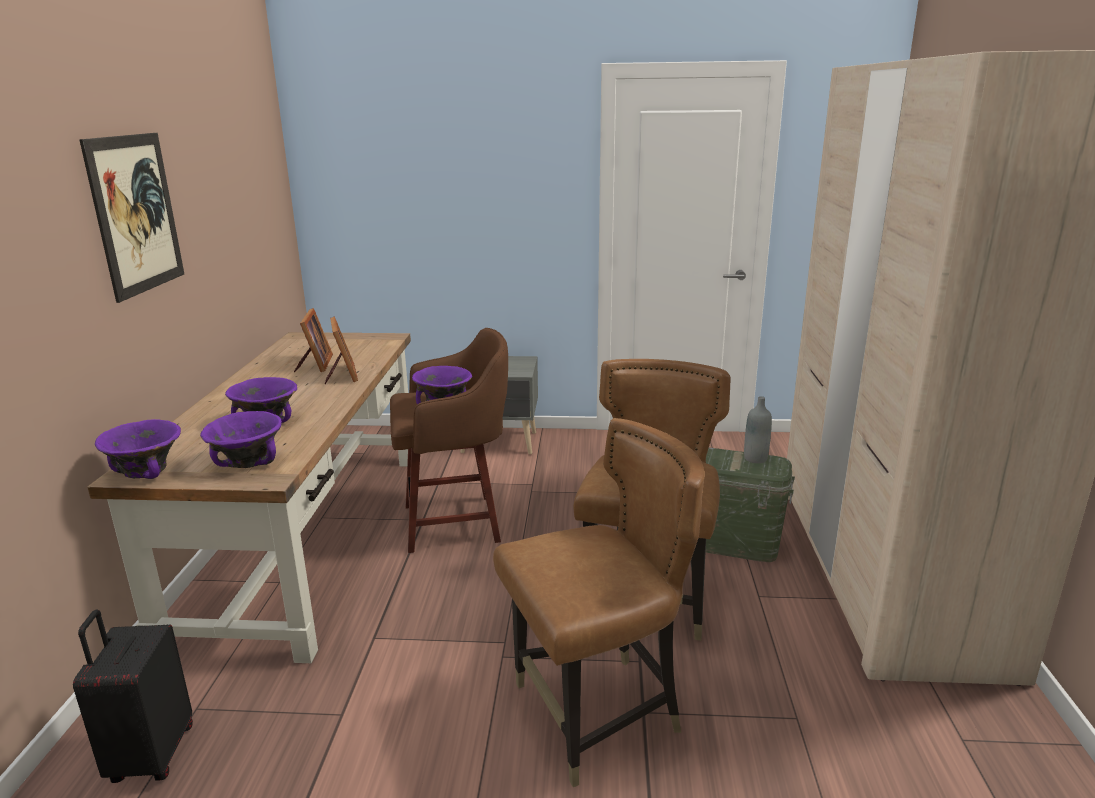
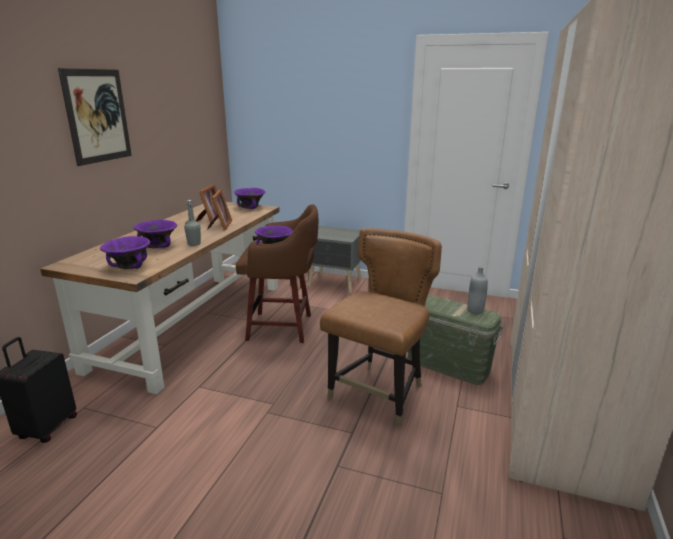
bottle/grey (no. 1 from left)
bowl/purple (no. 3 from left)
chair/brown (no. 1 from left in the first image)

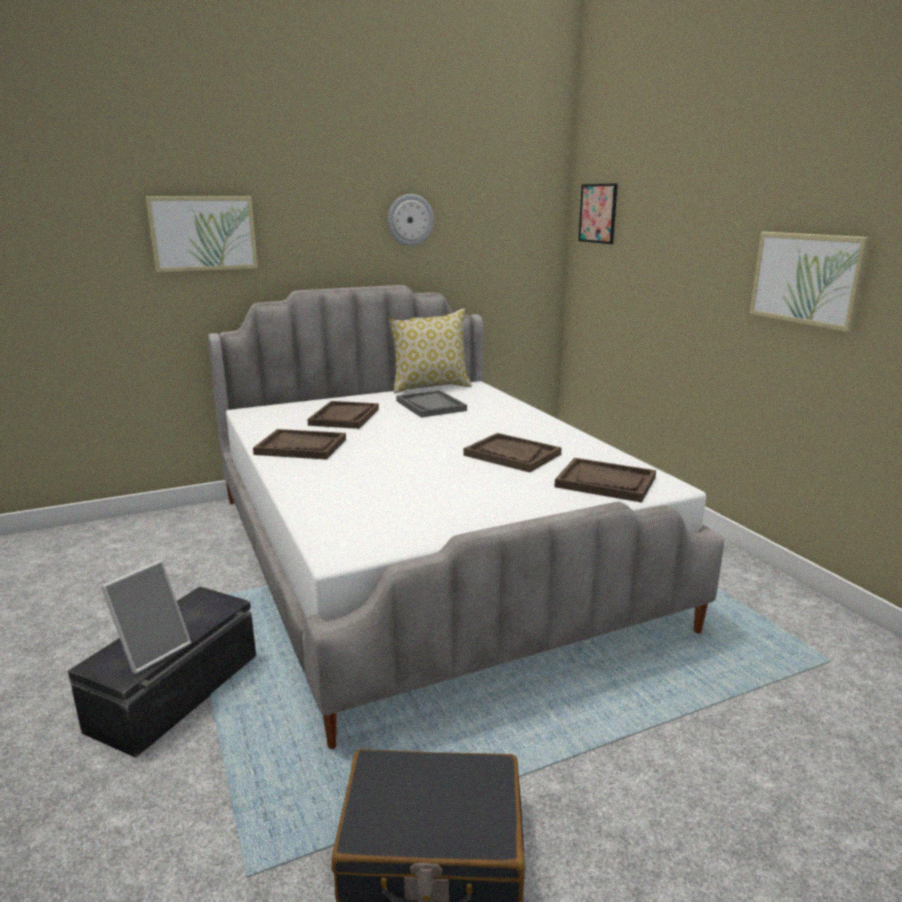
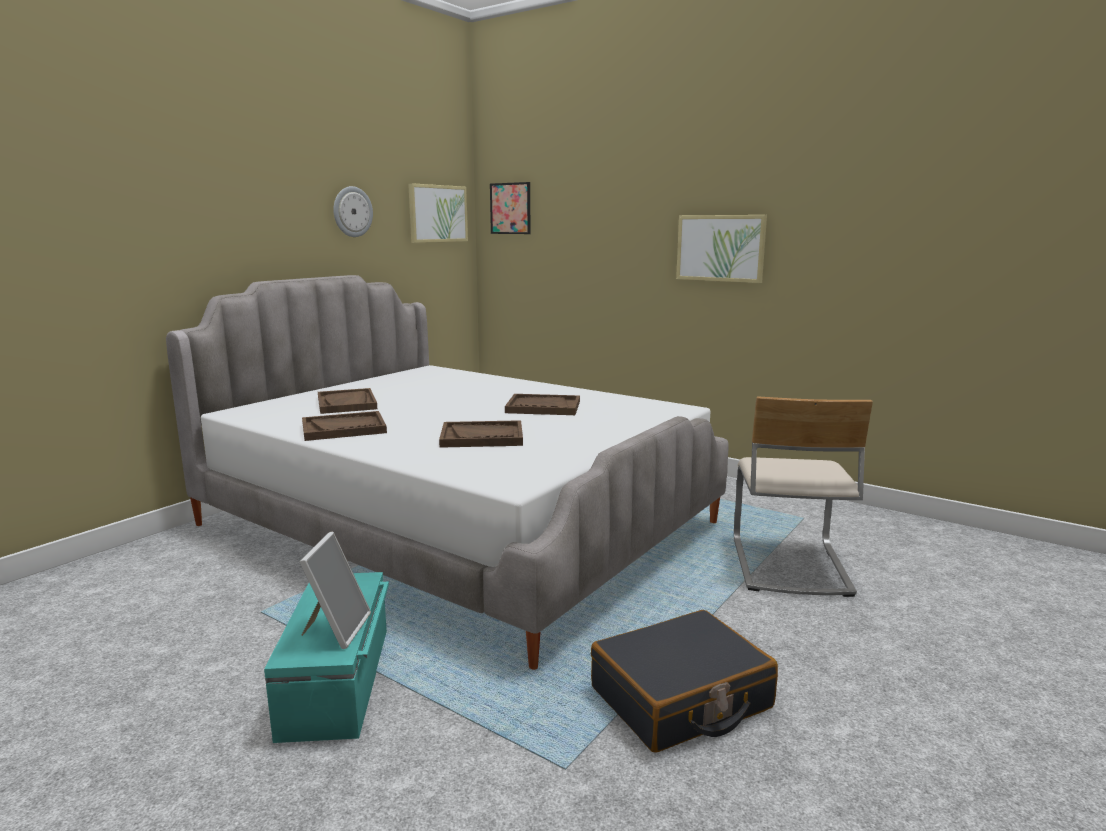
storage box/turquoise
picture (no. 1 from left)
tray/brown (no. 3 from left)
chair/beige
pillow
tray/grey

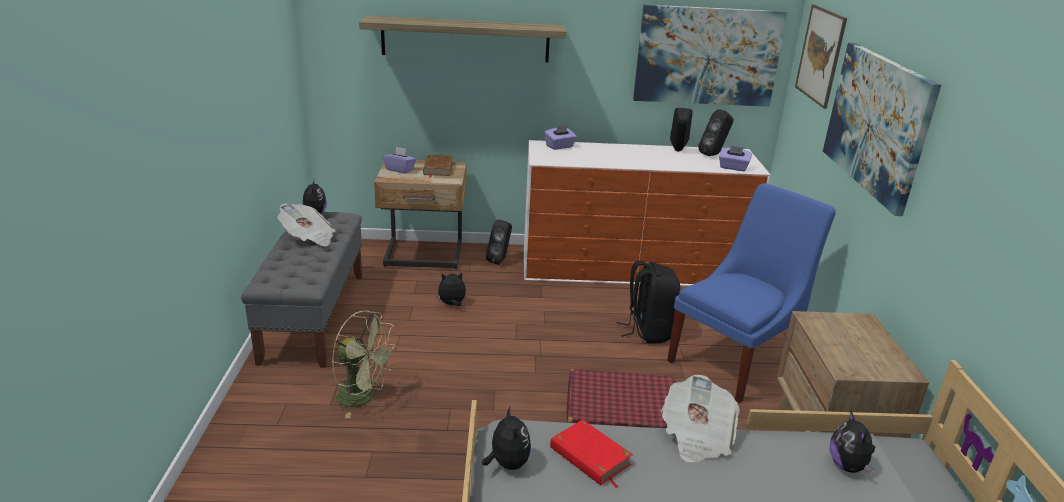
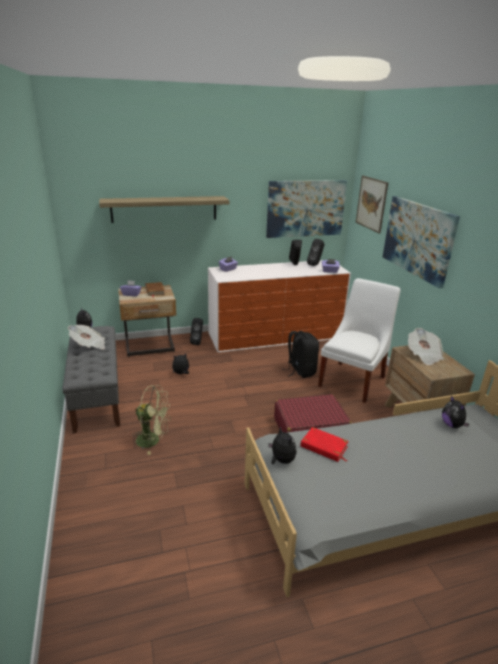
chair/white
newspaper (no. 2 from left)

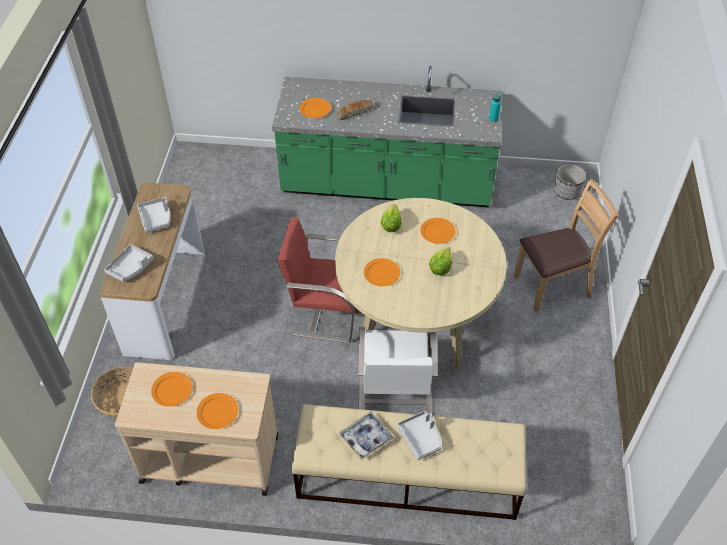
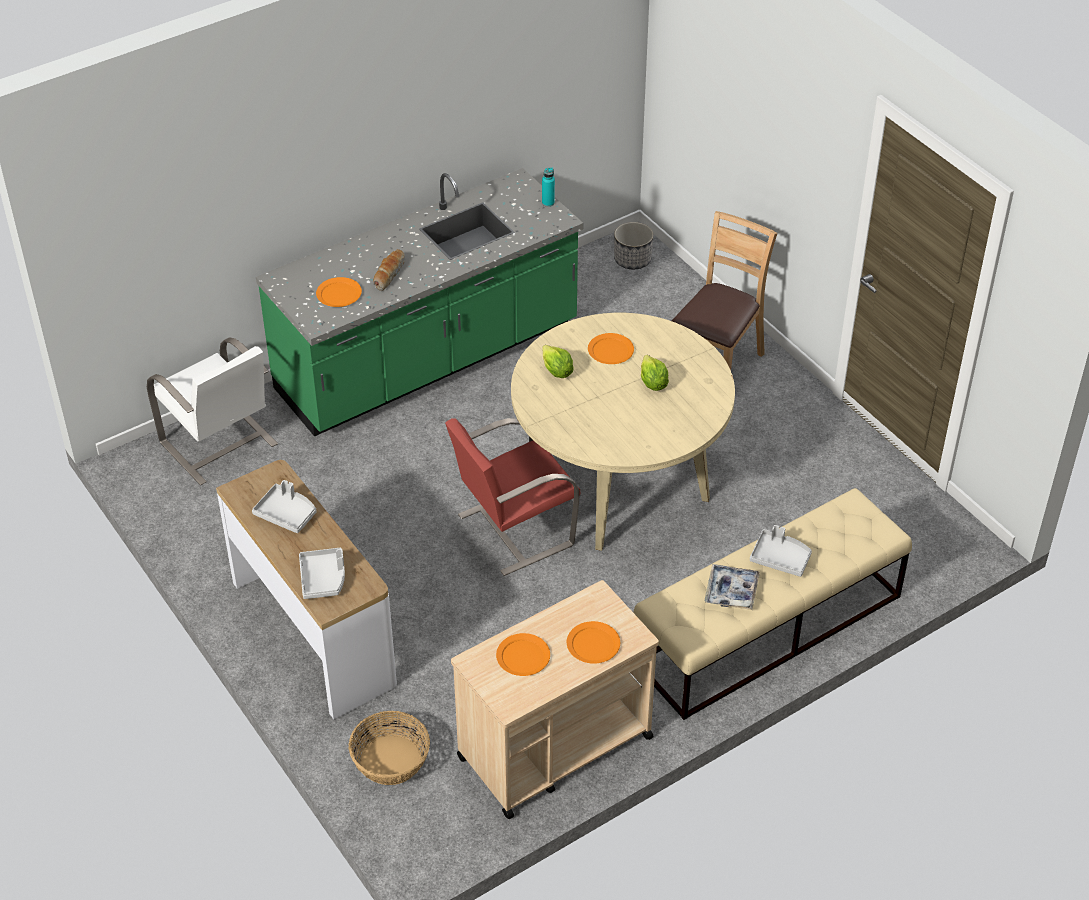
chair/white
plate/orange (no. 4 from left in the first image)

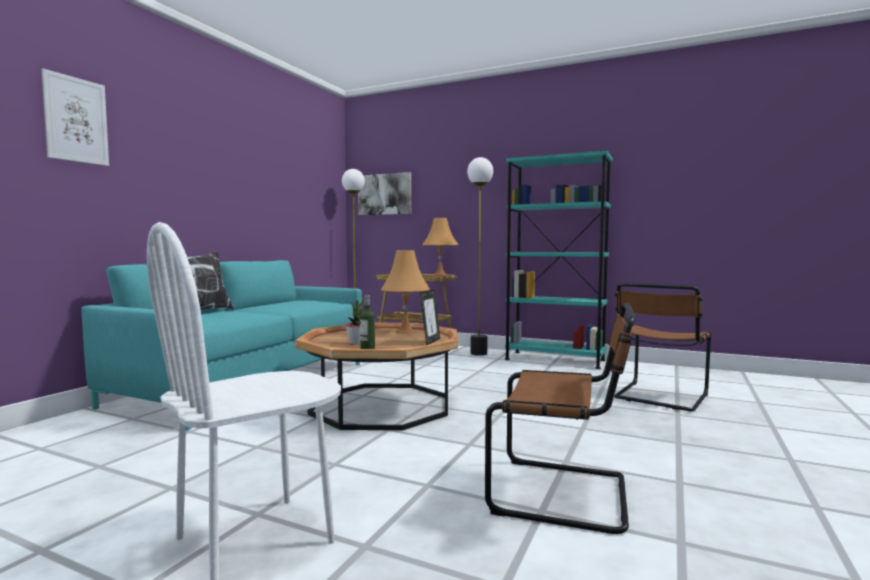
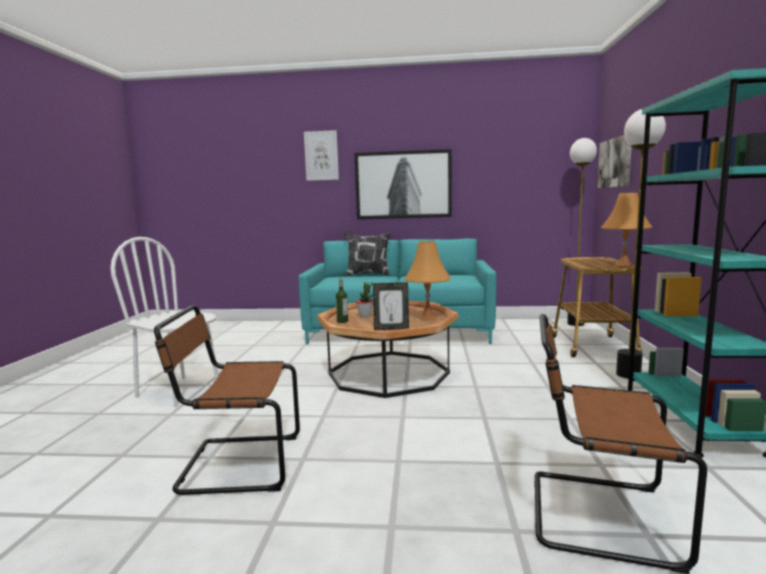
chair/brown (no. 1 from left)
picture (no. 2 from left)

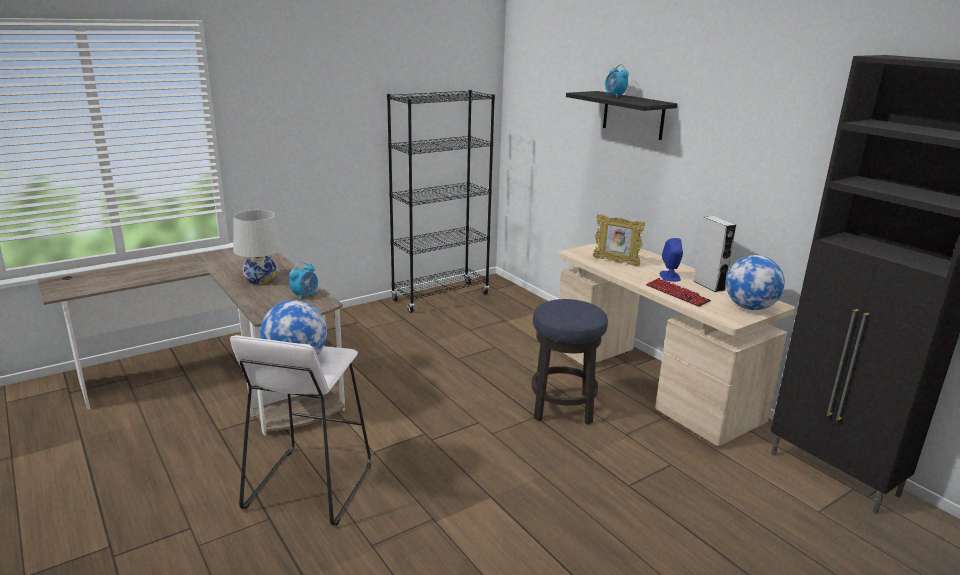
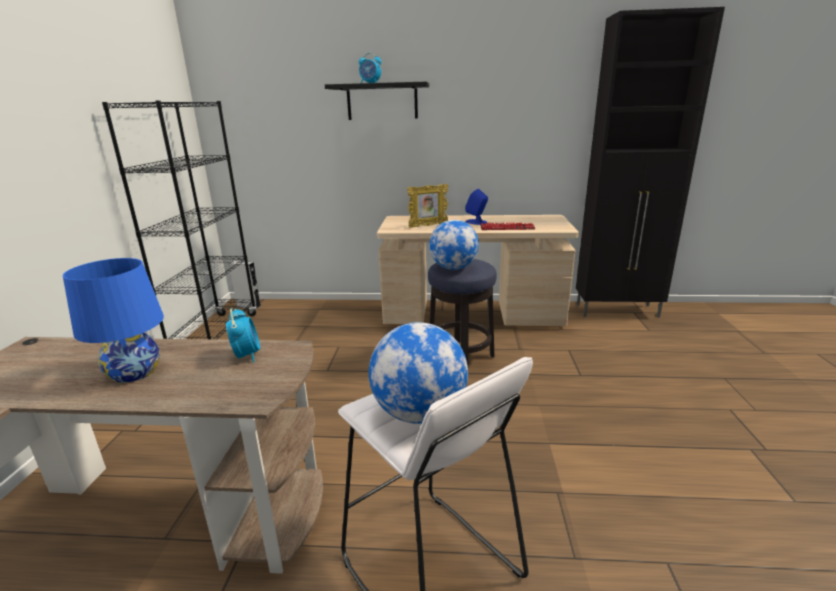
table lamp/blue
speaker/grey
globe (no. 2 from left)

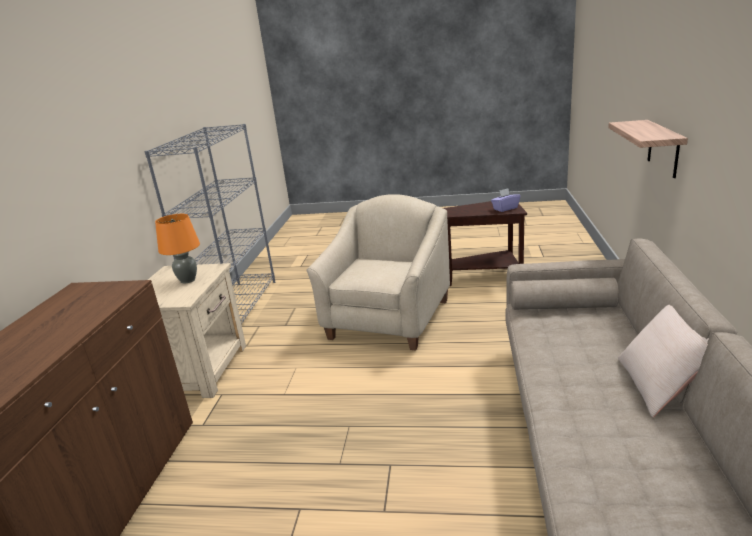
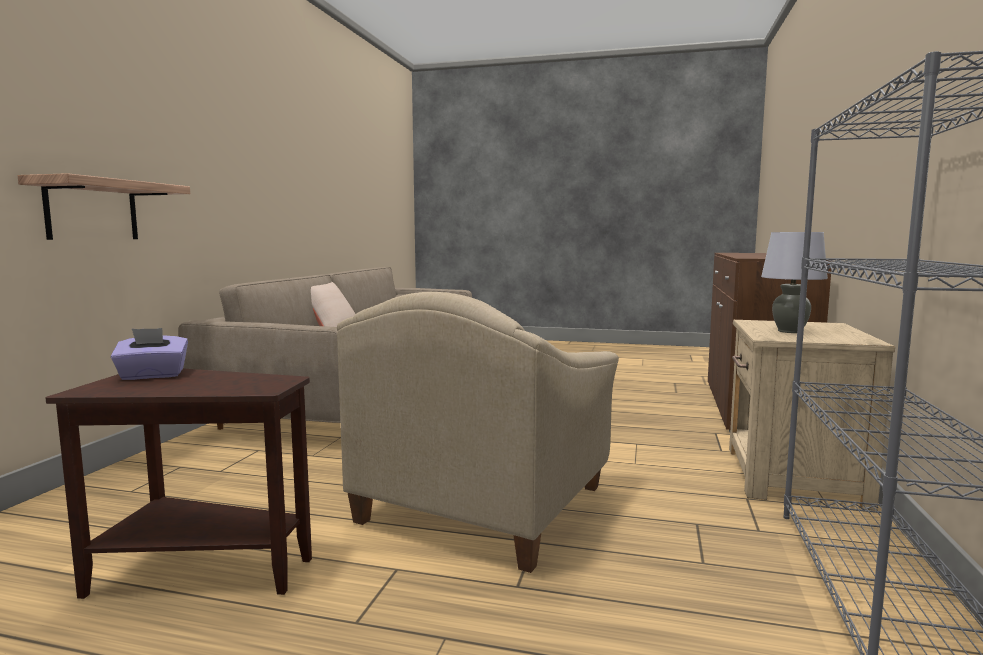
table lamp/grey

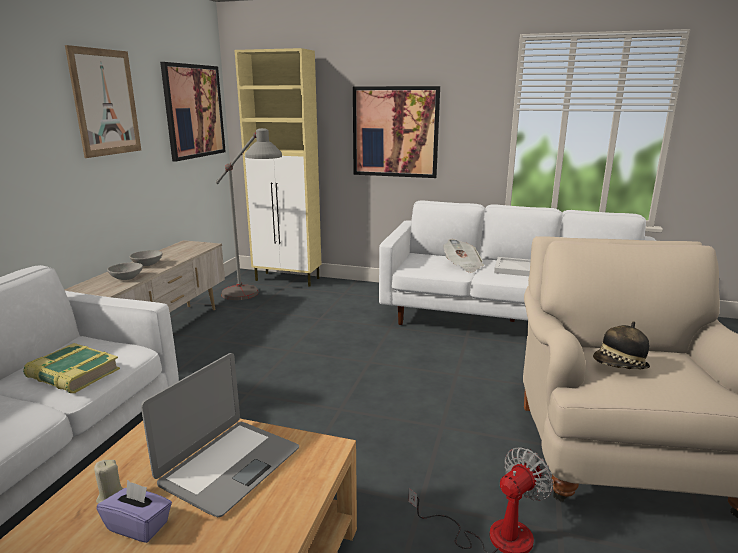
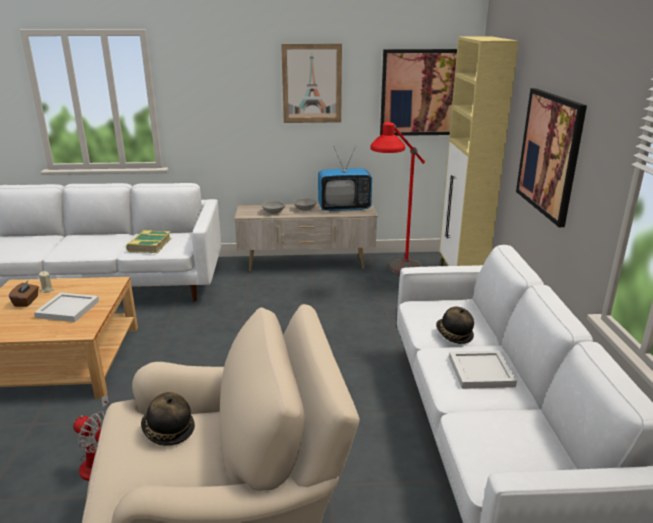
tissue box/brown
tray/white (no. 1 from left)
television
floor lamp/red
hat (no. 2 from left)

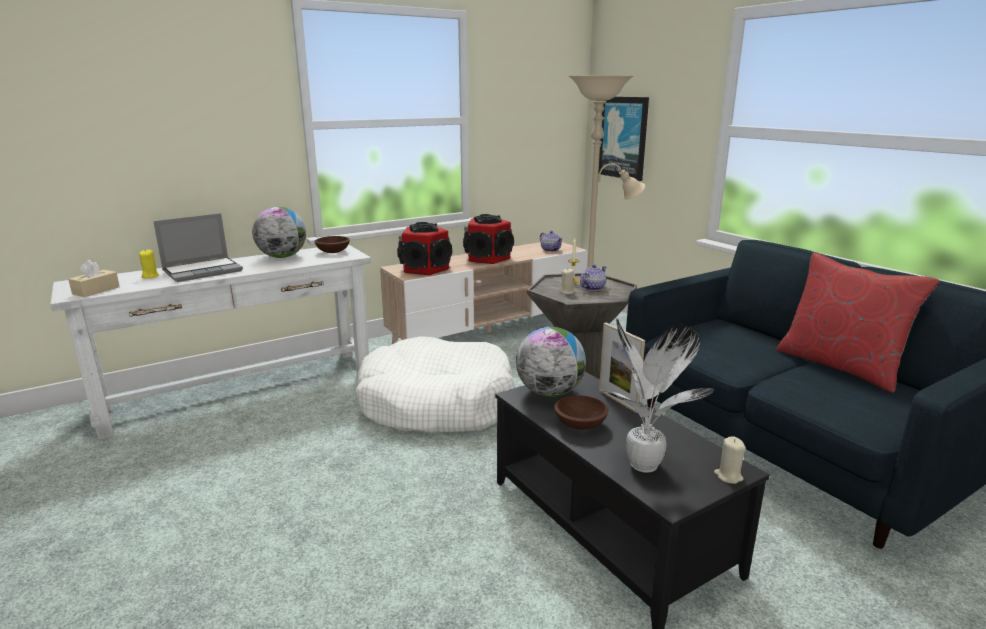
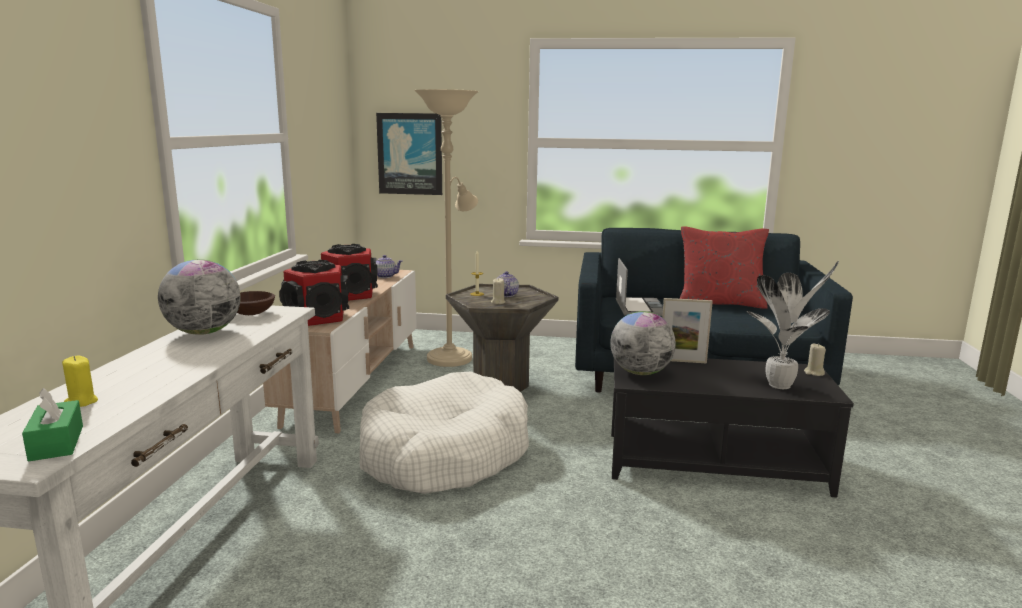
tissue box/green
laptop
bowl/brown (no. 2 from left in the first image)

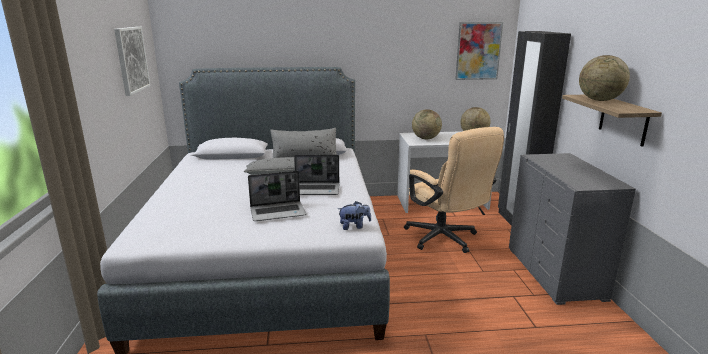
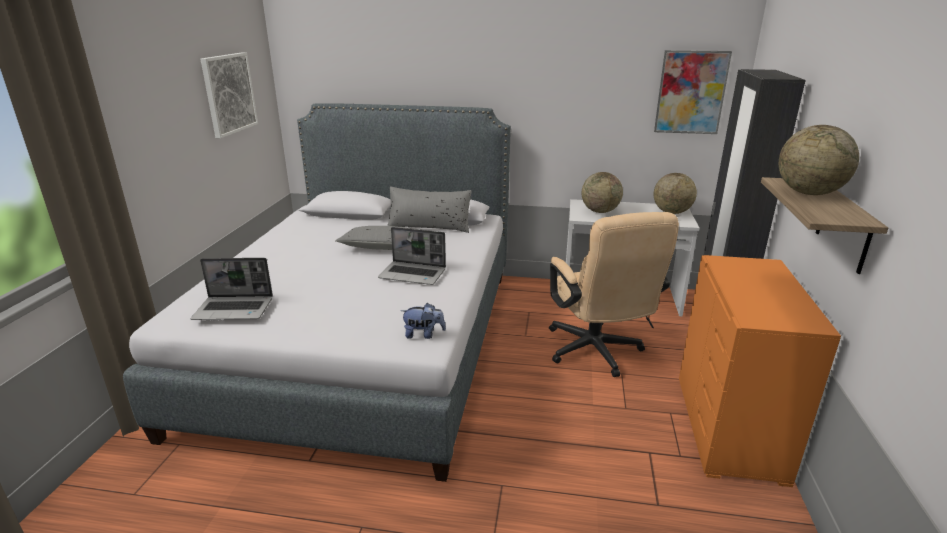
laptop (no. 1 from left)
dresser/orange

